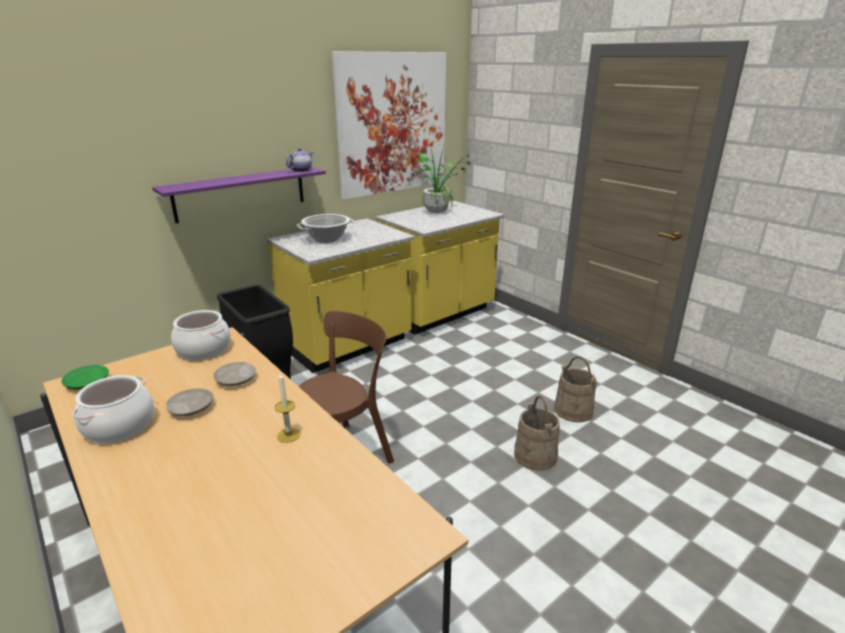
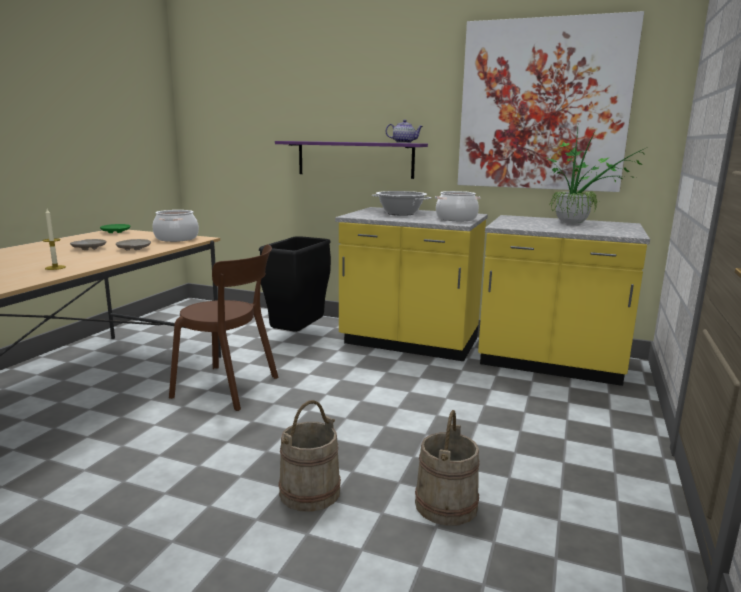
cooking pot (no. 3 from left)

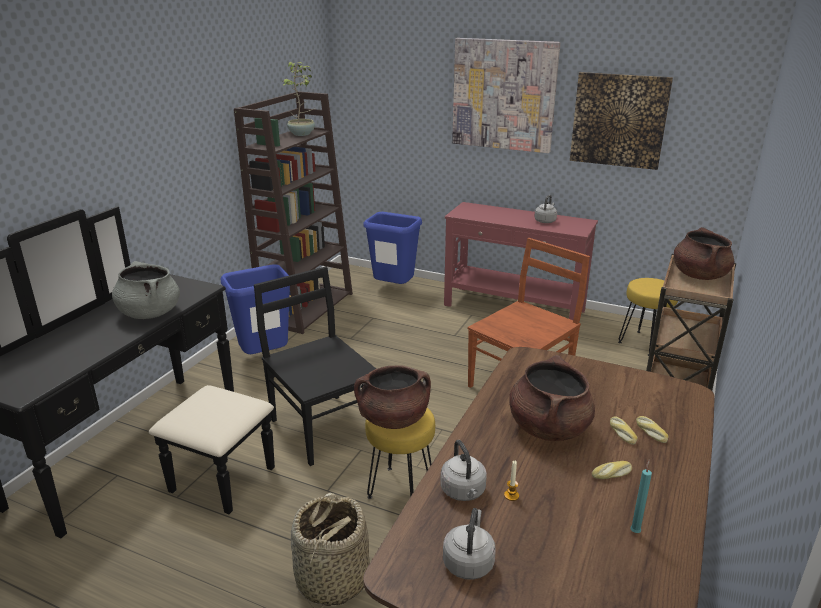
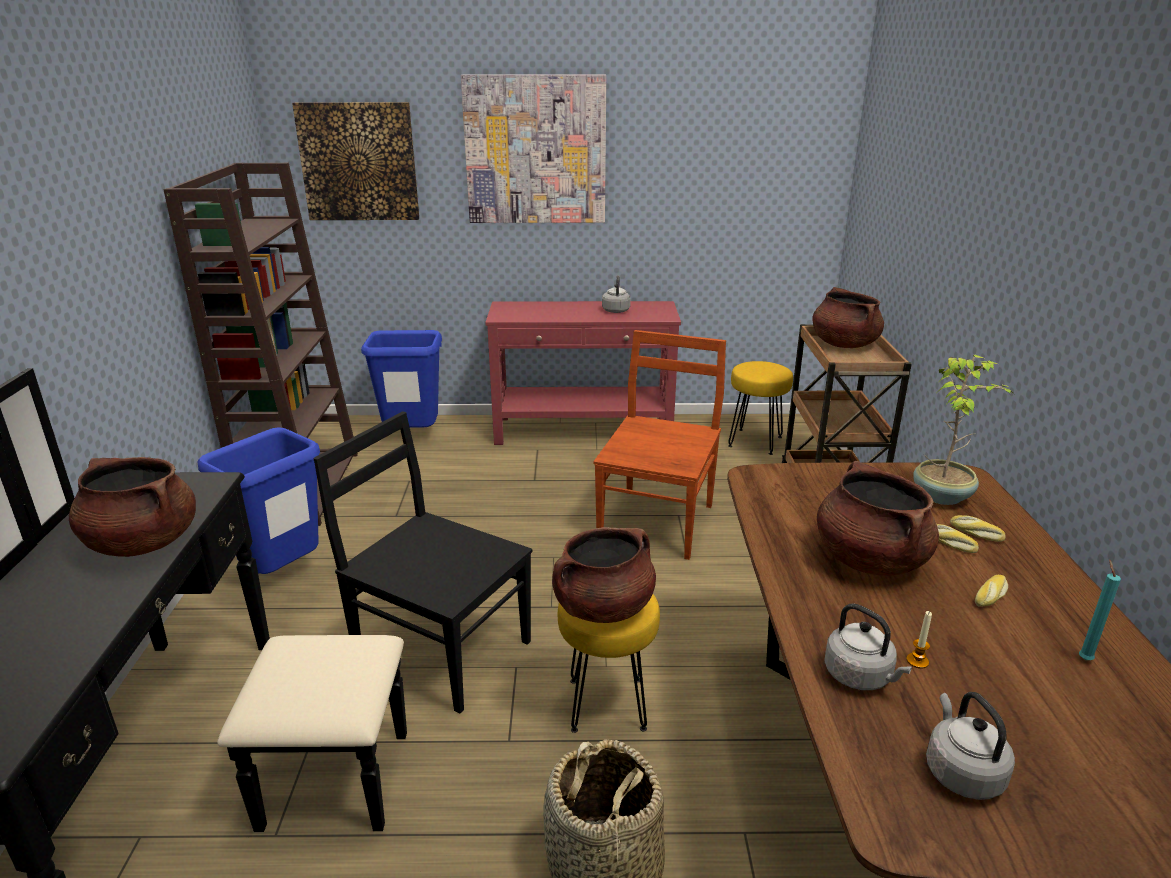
cooking pot/brown (no. 1 from left)
picture (no. 1 from left)
potted plant

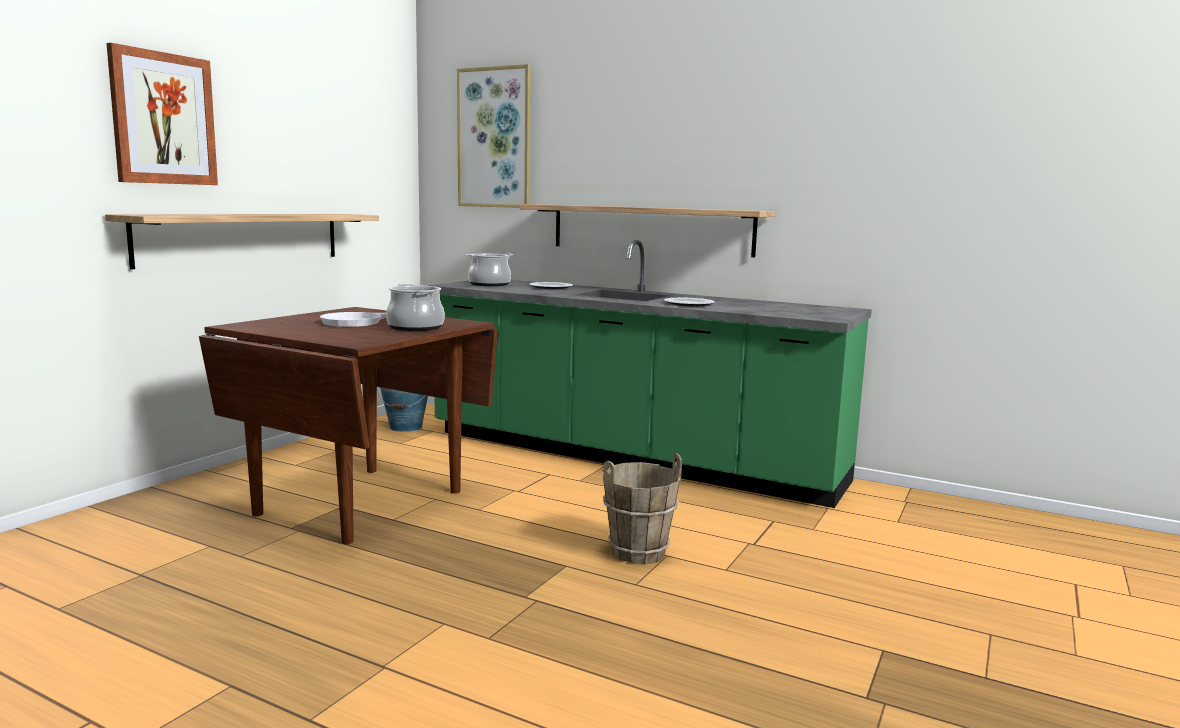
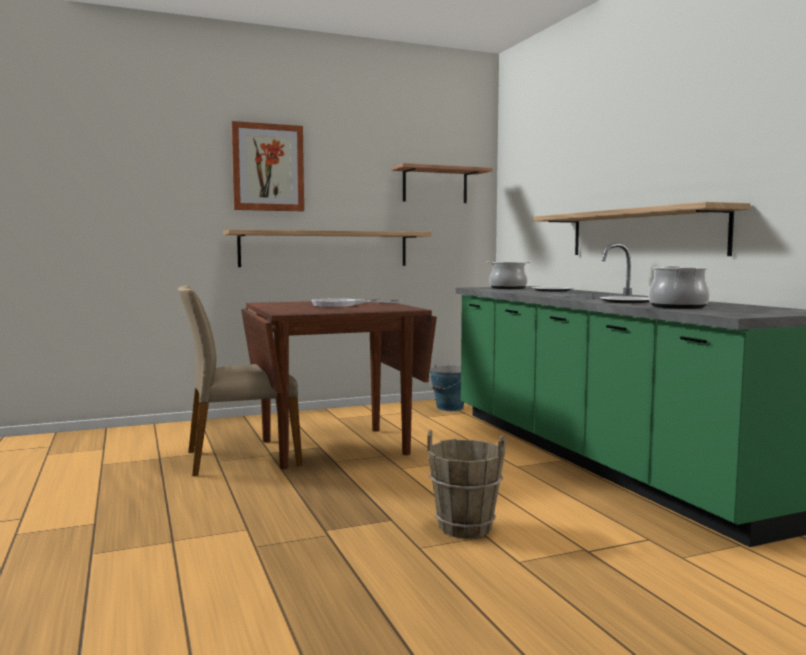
chair/beige
shelf (no. 2 from left)
cooking pot (no. 2 from left)
picture (no. 2 from left in the first image)

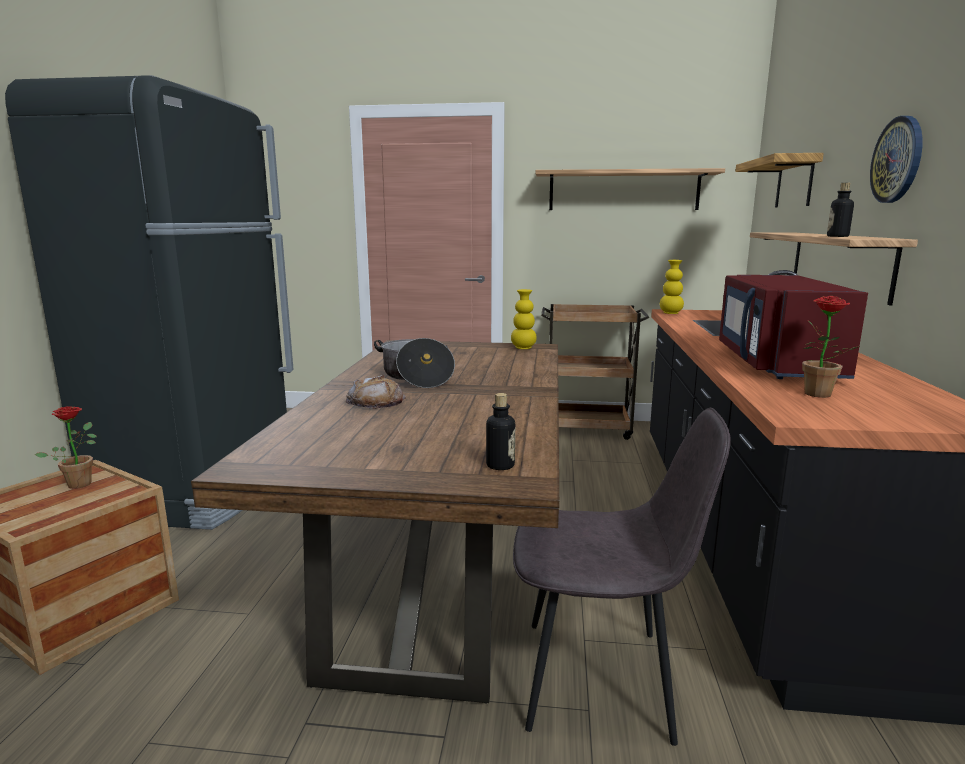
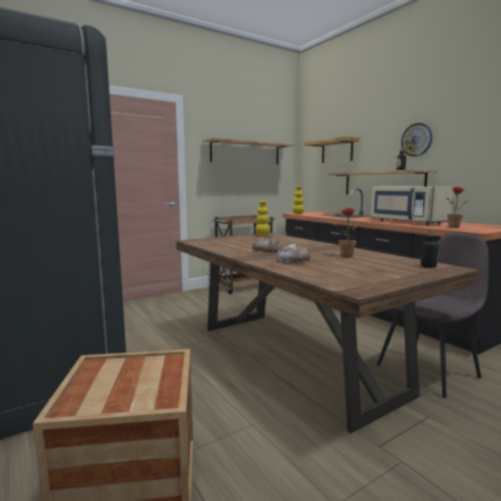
bread (no. 1 from left)
potted plant (no. 1 from left)
microwave/beige

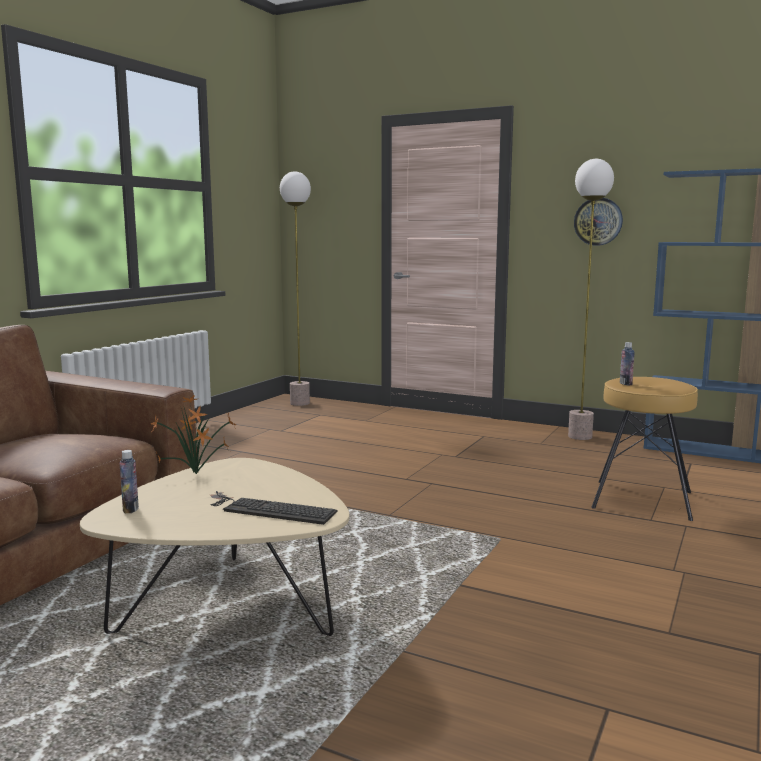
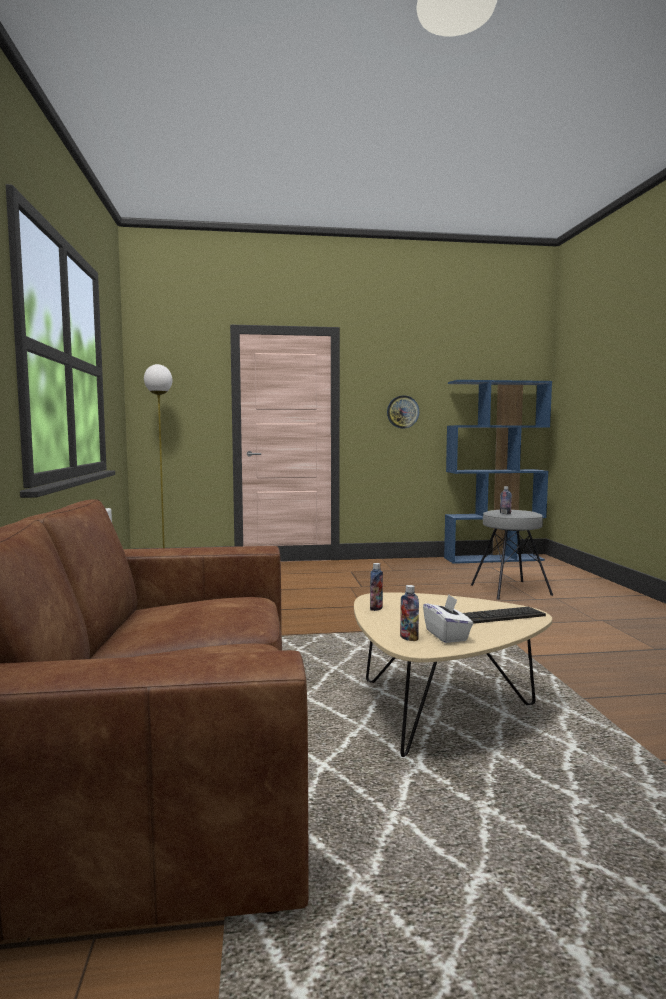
bottle (no. 1 from left)
tissue box/white
stool/grey
floor lamp (no. 2 from left in the first image)

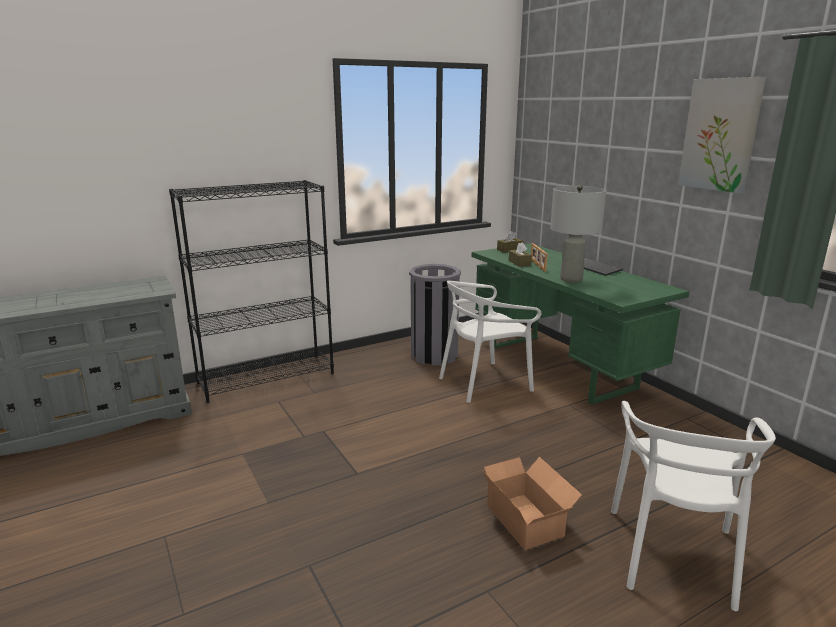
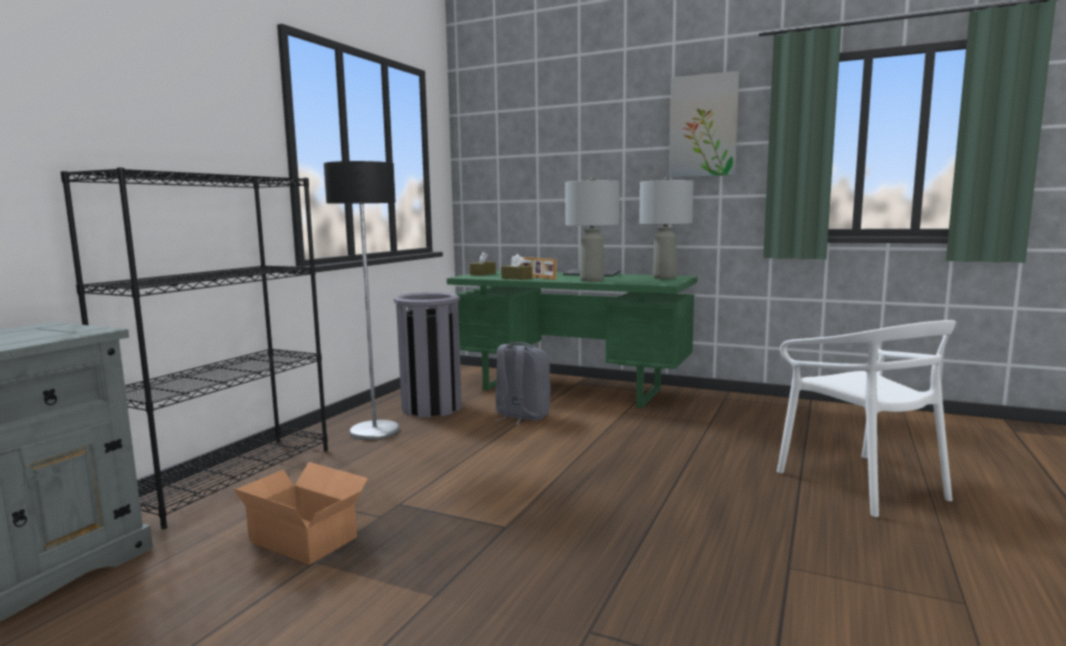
cardboard box
floor lamp
backpack/grey
table lamp/grey (no. 2 from left)

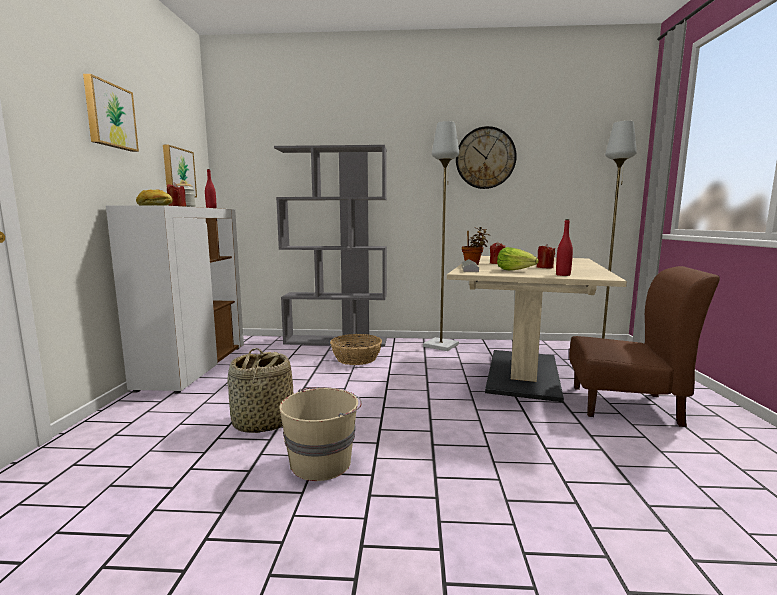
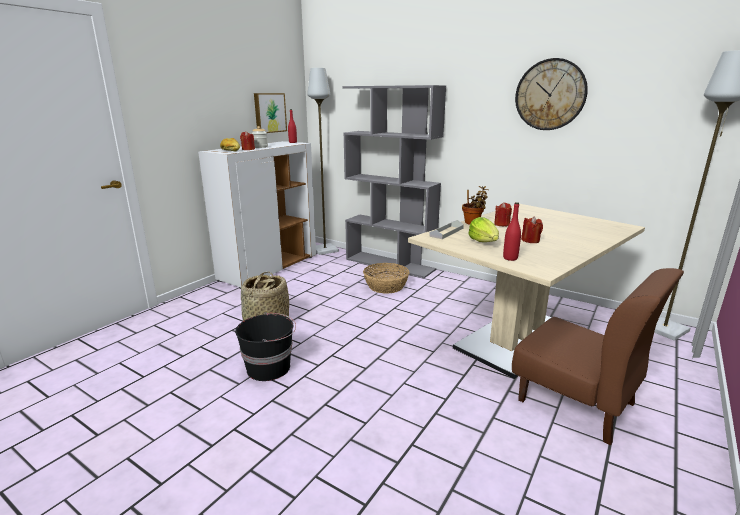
bucket/black
floor lamp/grey (no. 1 from left)
picture (no. 1 from left in the first image)

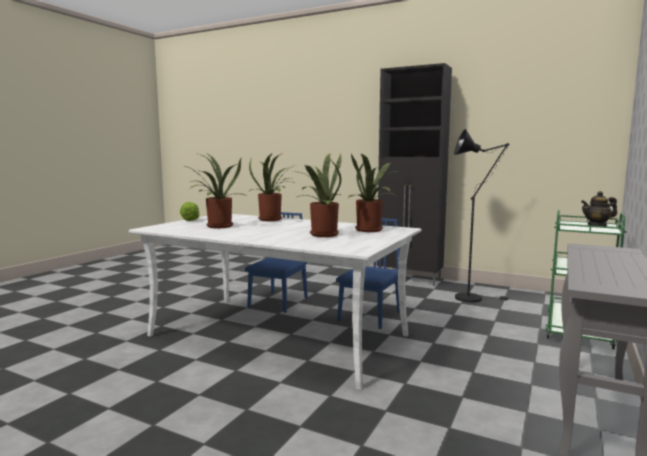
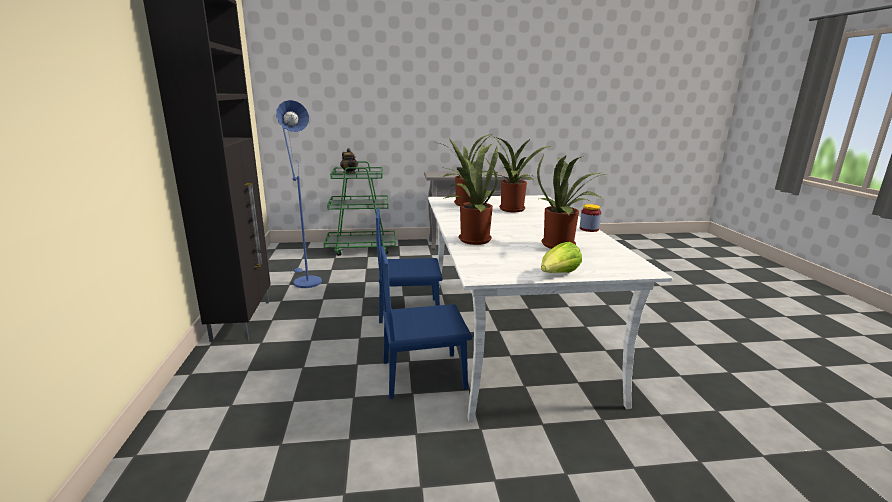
floor lamp/blue
jar

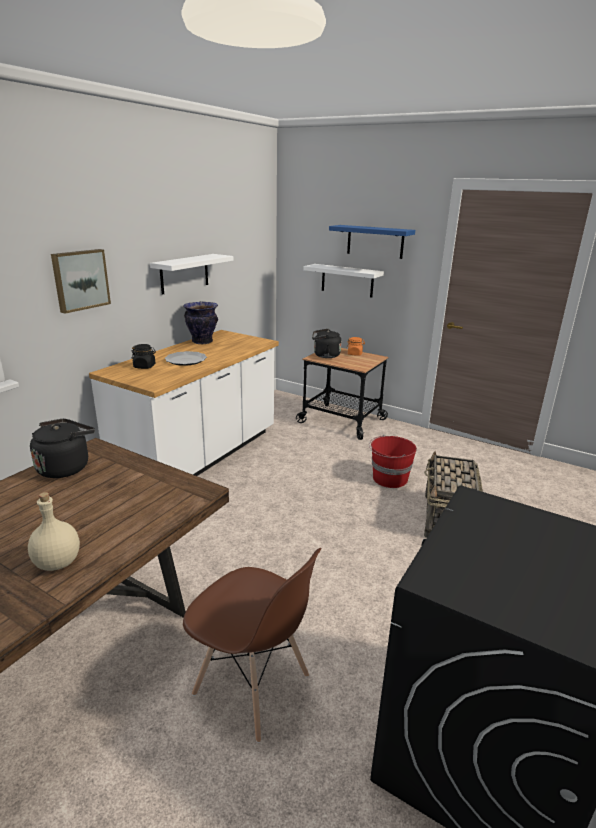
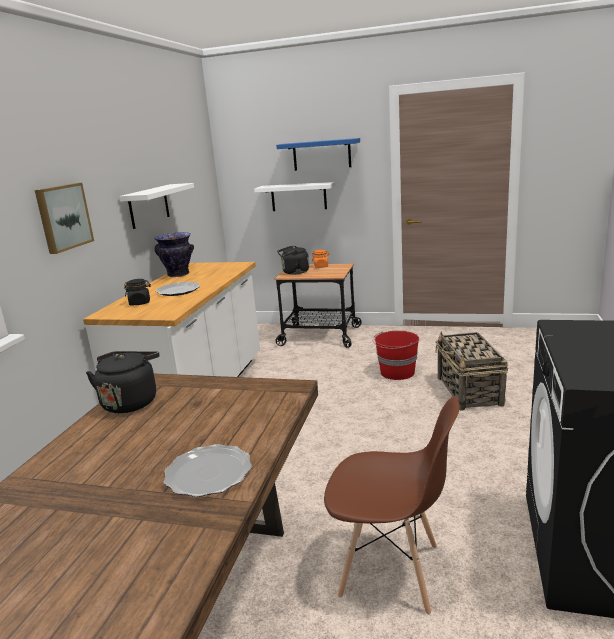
plate (no. 2 from left)

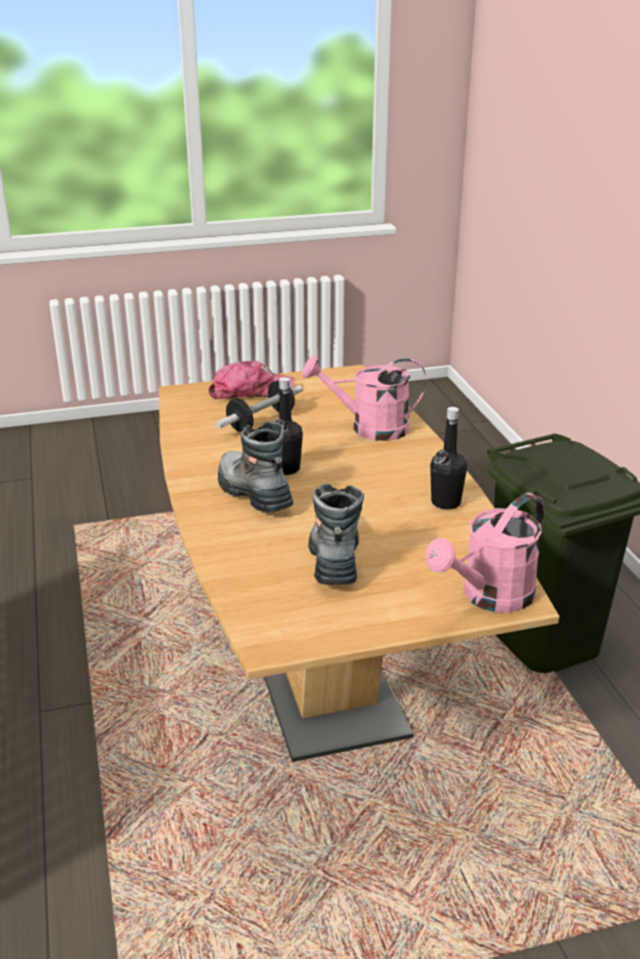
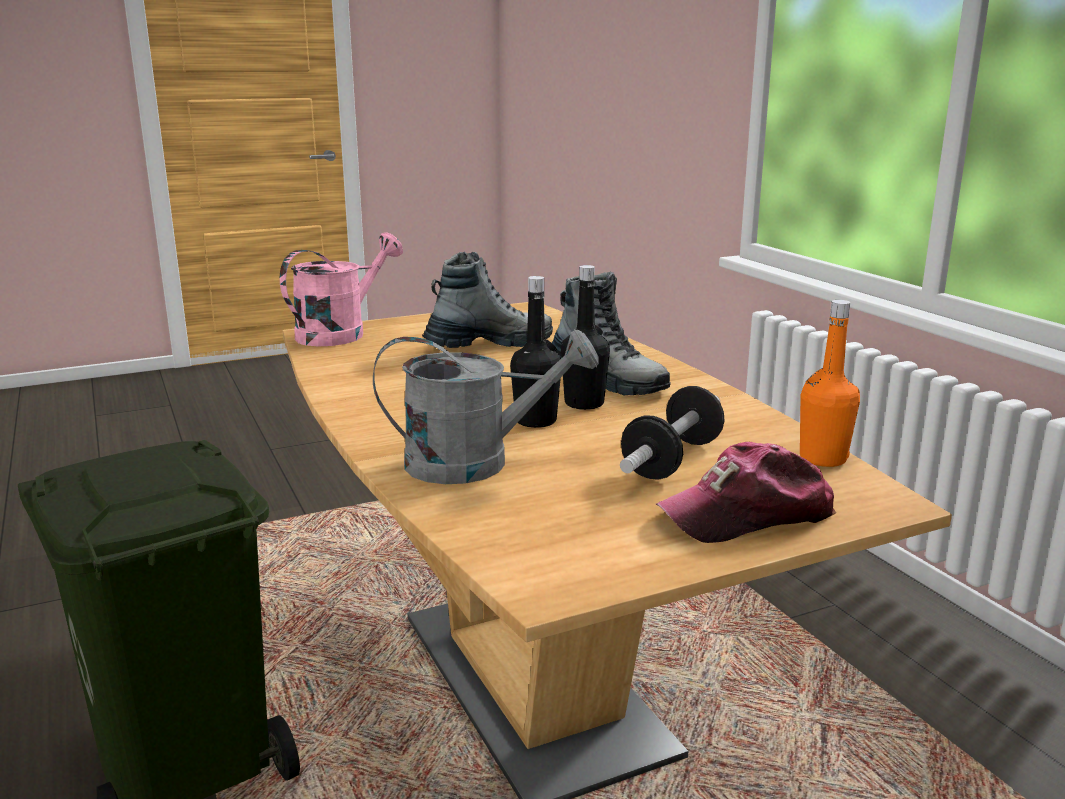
watering can/grey
boot (no. 1 from left)
bottle/black (no. 1 from left)
bottle/orange

